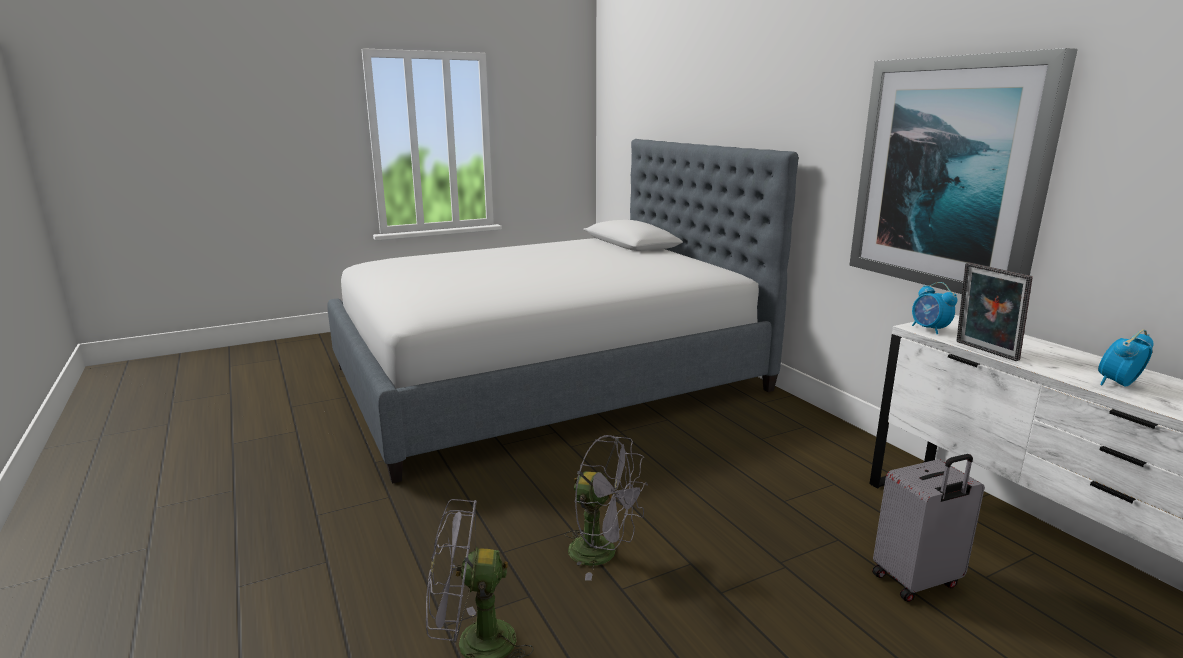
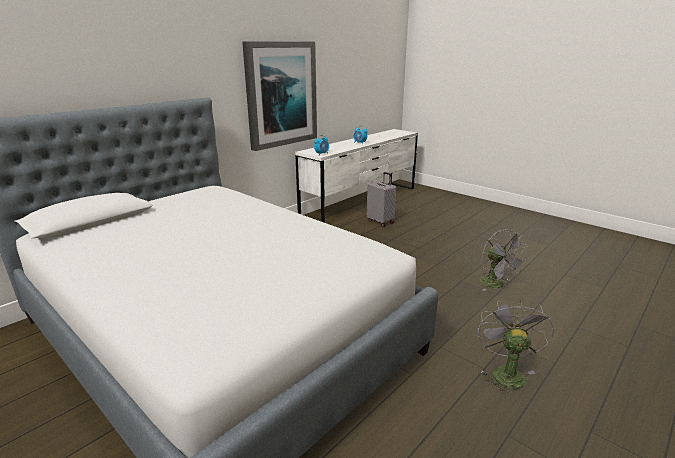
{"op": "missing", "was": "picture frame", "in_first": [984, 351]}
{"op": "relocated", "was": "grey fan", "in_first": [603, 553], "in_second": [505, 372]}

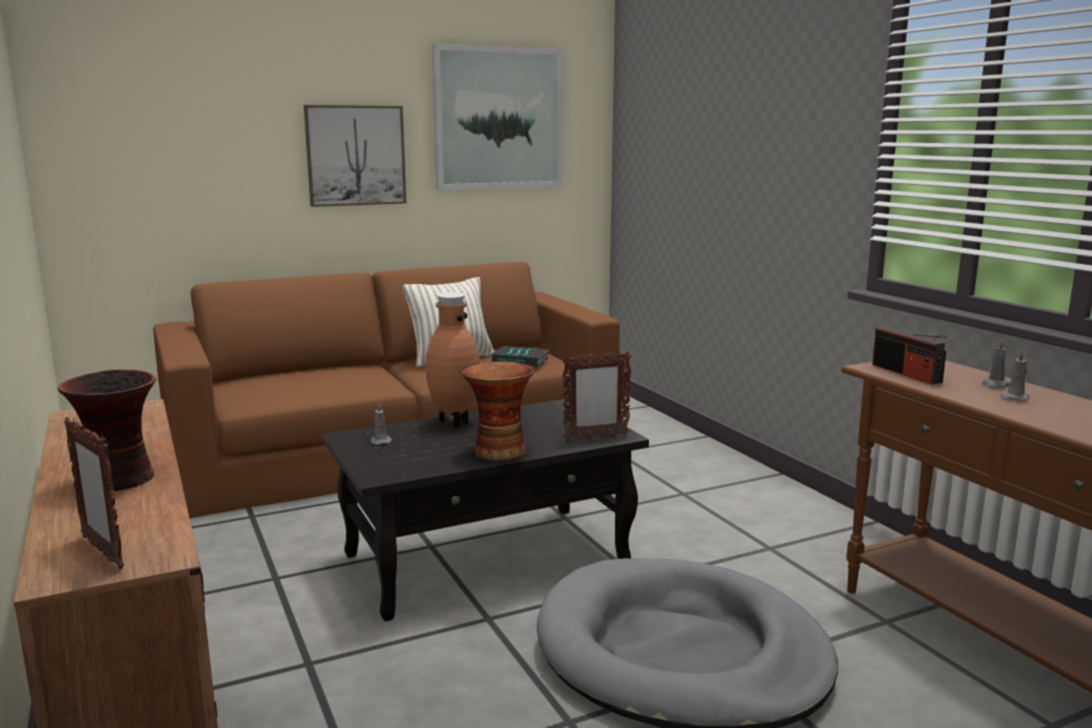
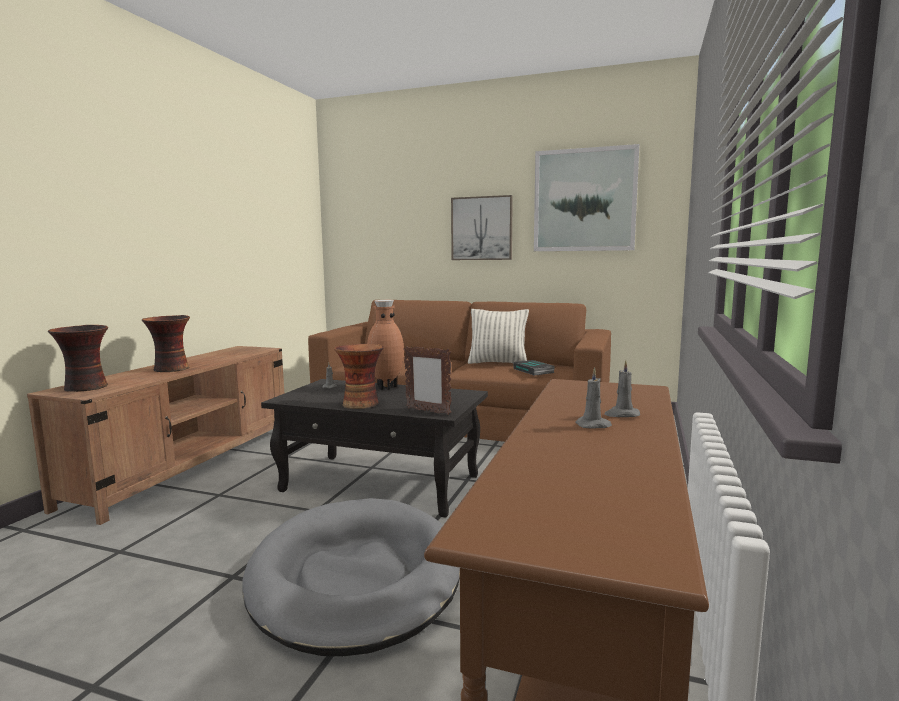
{"op": "missing", "was": "radio", "in_first": [906, 373]}
{"op": "exchanged", "was": "picture frame", "now": "vase", "in_first": [102, 552], "in_second": [86, 387]}

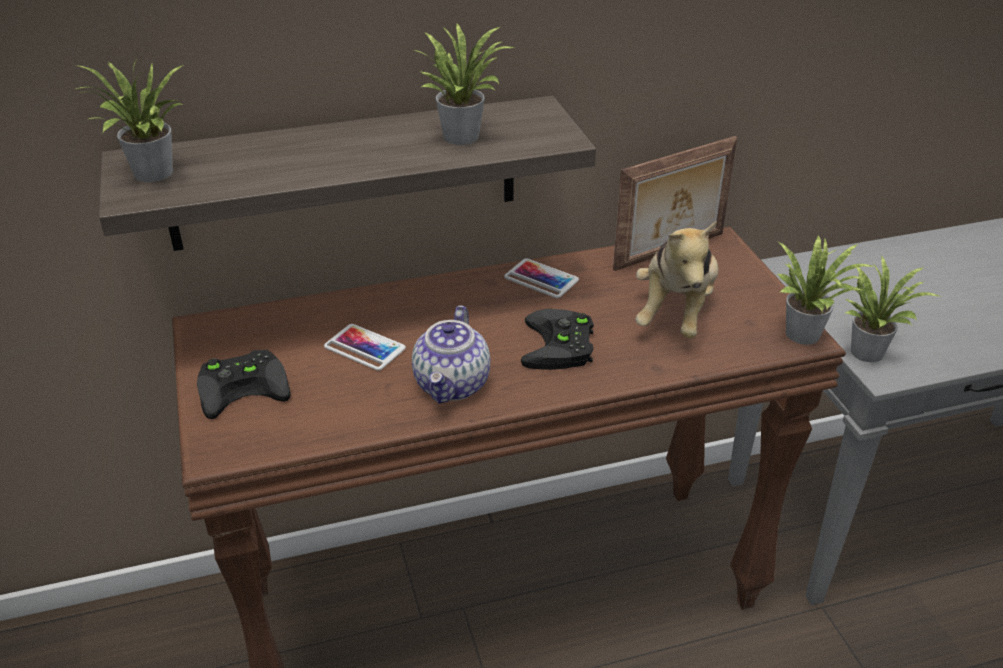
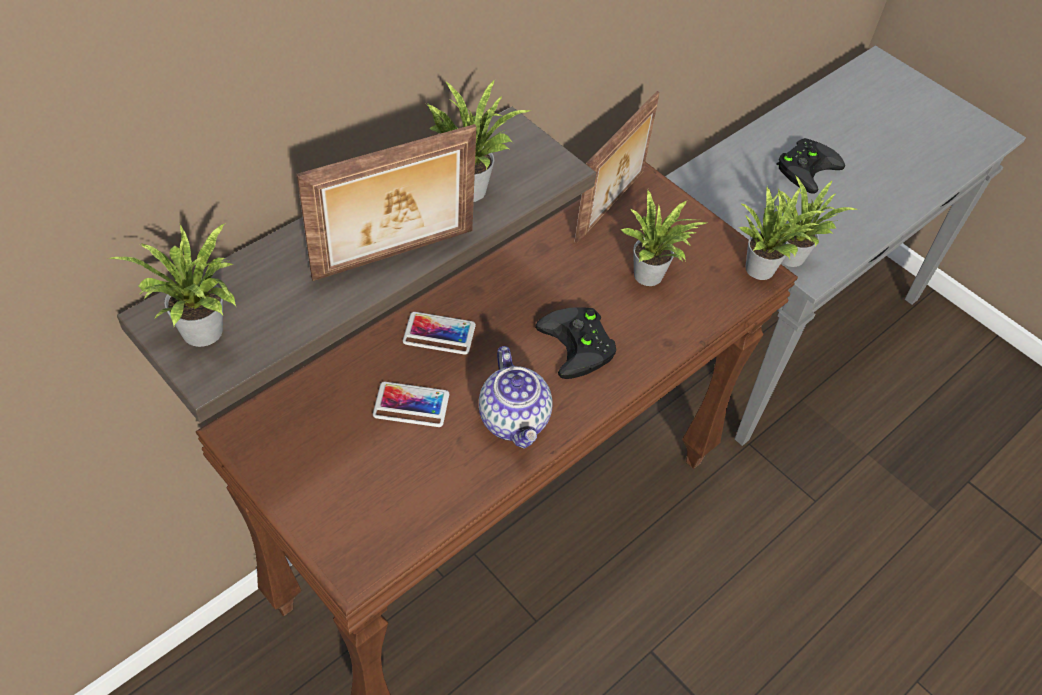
{"op": "appeared", "now": "picture frame", "in_second": [395, 256]}
{"op": "relocated", "was": "black game controller", "in_first": [245, 386], "in_second": [806, 166]}
{"op": "relocated", "was": "phone", "in_first": [541, 279], "in_second": [439, 333]}
{"op": "exchanged", "was": "plush toy", "now": "potted plant", "in_first": [676, 312], "in_second": [652, 276]}

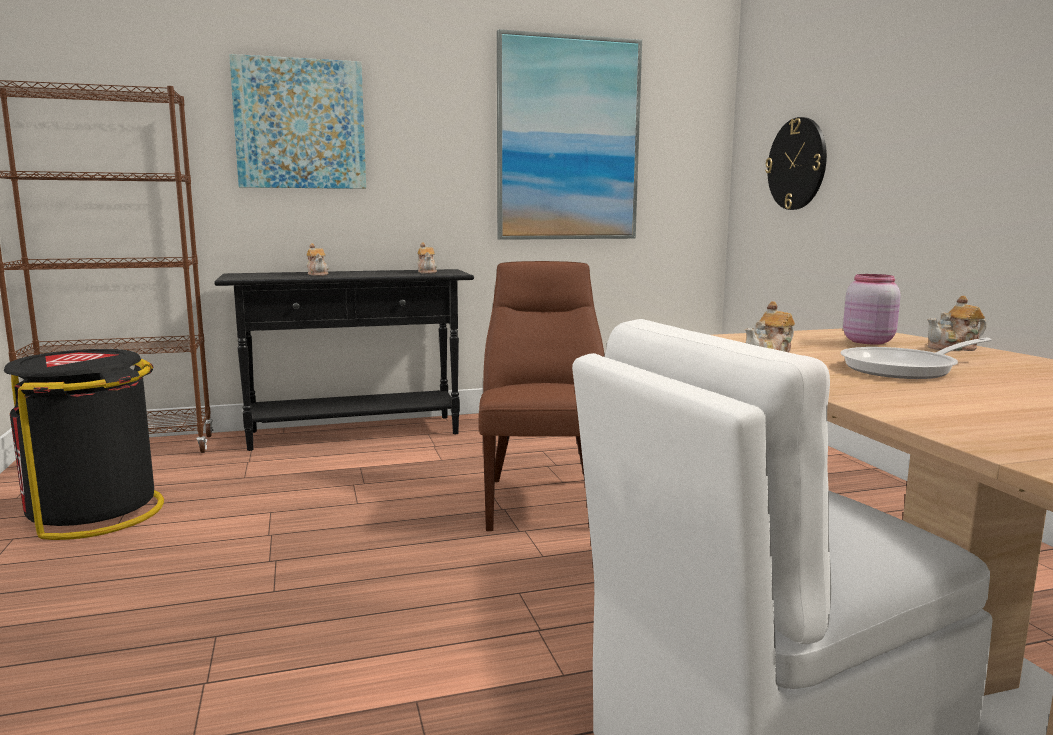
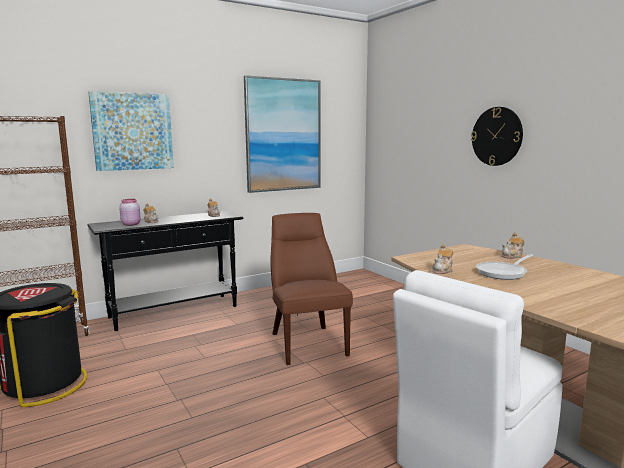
{"op": "relocated", "was": "wall clock", "in_first": [797, 164], "in_second": [496, 136]}
{"op": "relocated", "was": "pink jar", "in_first": [867, 341], "in_second": [131, 224]}

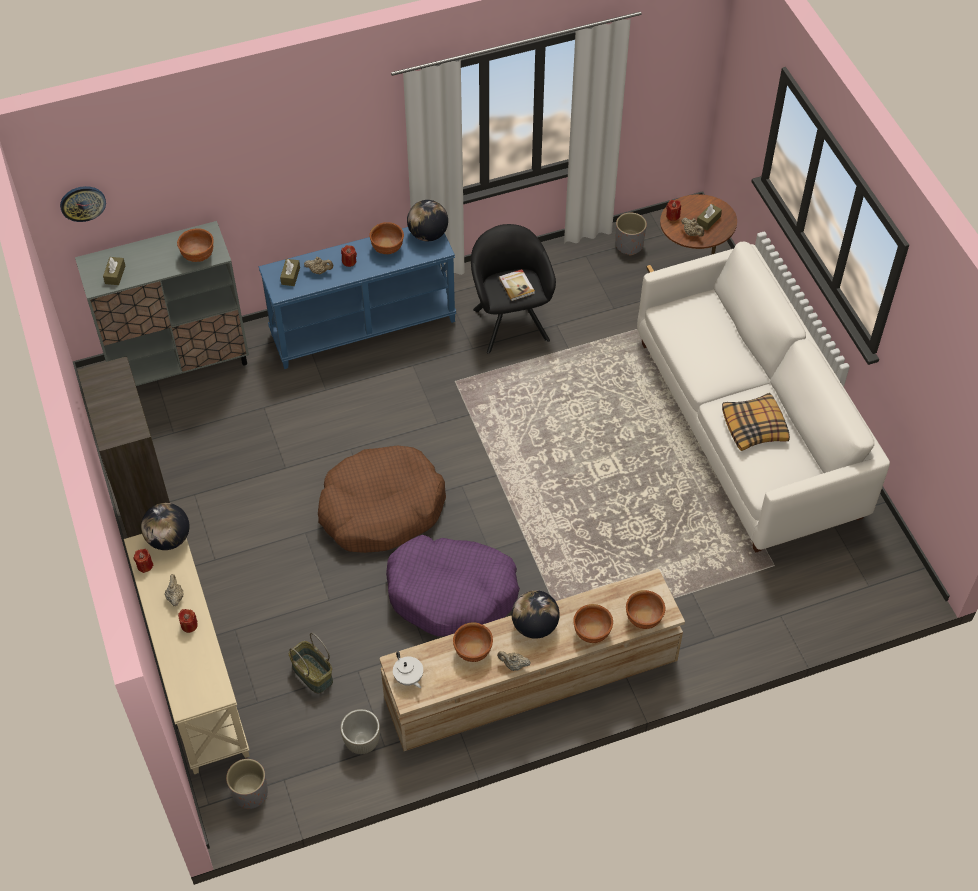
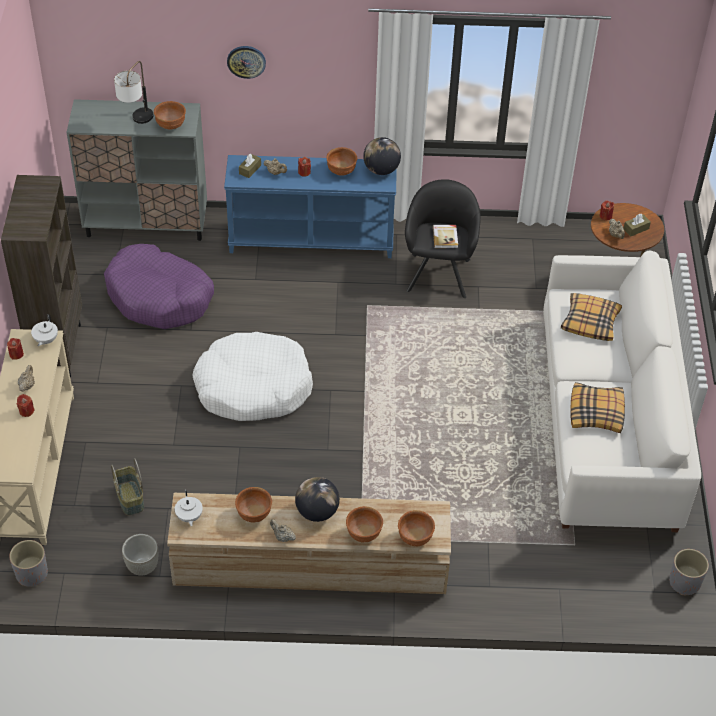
{"op": "missing", "was": "brown tissue box", "in_first": [115, 274]}
{"op": "appeared", "now": "table lamp", "in_second": [137, 123]}
{"op": "appeared", "now": "pillow", "in_second": [590, 322]}
{"op": "relocated", "was": "wall clock", "in_first": [82, 203], "in_second": [246, 61]}
{"op": "relocated", "was": "purple dog bed", "in_first": [452, 593], "in_second": [159, 297]}
{"op": "relocated", "was": "grey planter", "in_first": [629, 245], "in_second": [684, 582]}
{"op": "exchanged", "was": "globe", "now": "white teapot", "in_first": [169, 539], "in_second": [45, 340]}
{"op": "colour", "was": "brown dog bed", "now": "white dog bed", "in_first": [381, 509], "in_second": [253, 387]}

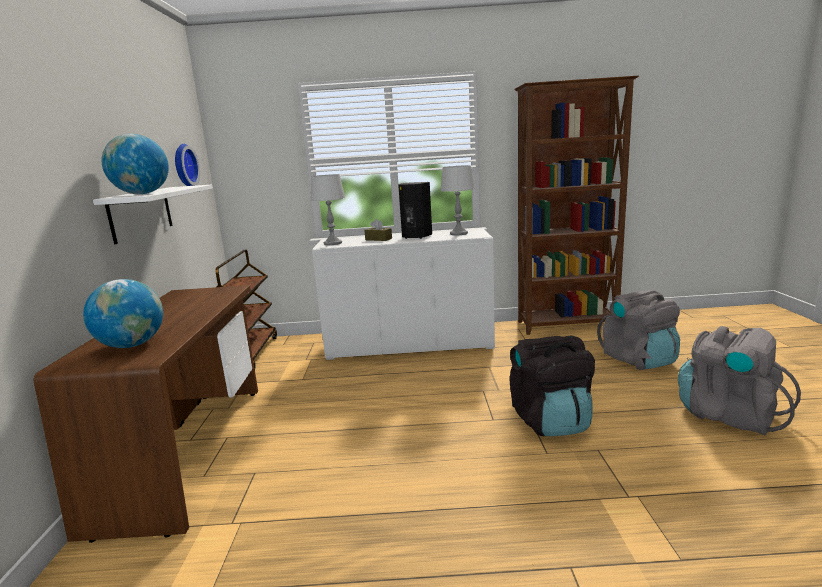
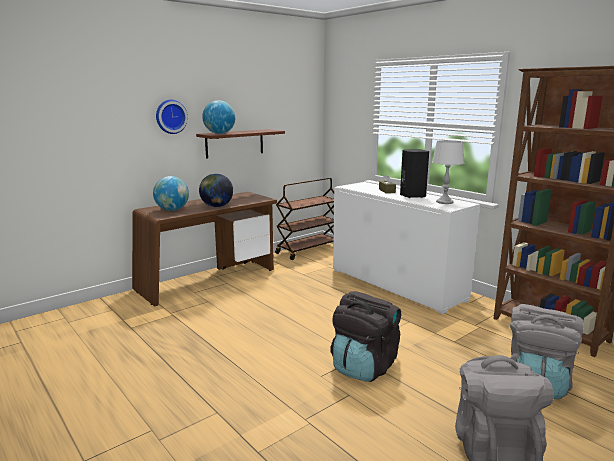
{"op": "missing", "was": "grey table lamp", "in_first": [333, 243]}
{"op": "appeared", "now": "globe", "in_second": [216, 206]}
{"op": "relocated", "was": "wall clock", "in_first": [183, 166], "in_second": [170, 116]}
{"op": "colour", "was": "white shelf", "now": "brown shelf", "in_first": [141, 213], "in_second": [234, 143]}

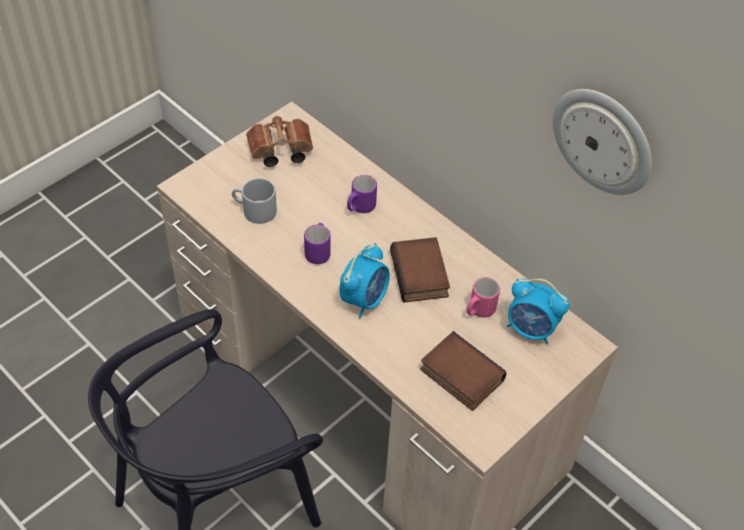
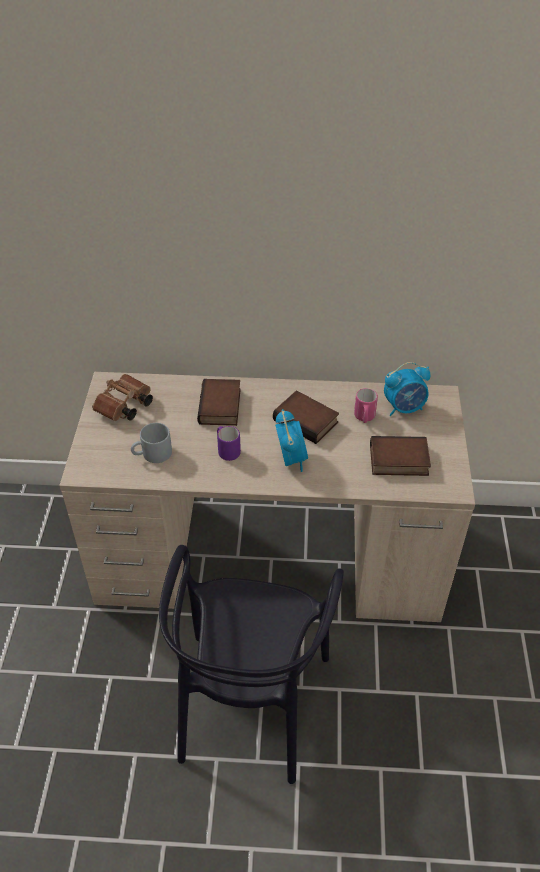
{"op": "missing", "was": "wall clock", "in_first": [603, 140]}
{"op": "exchanged", "was": "purple mug", "now": "book", "in_first": [360, 208], "in_second": [221, 407]}

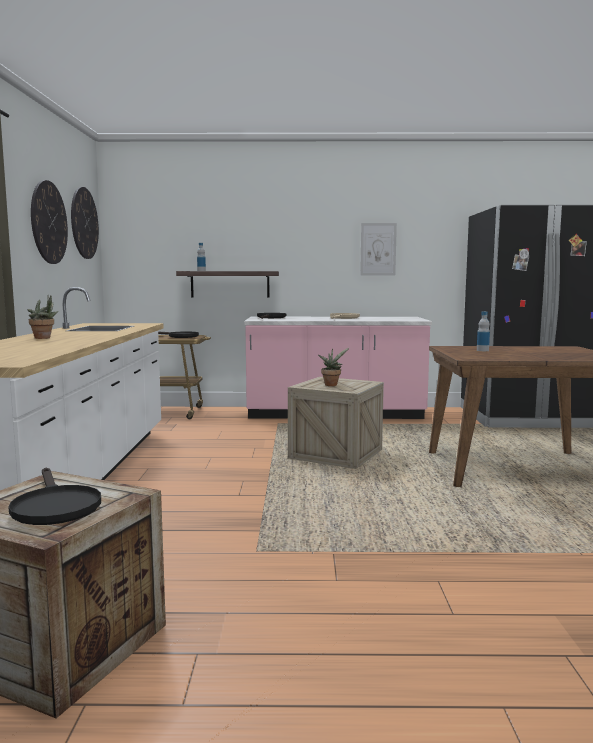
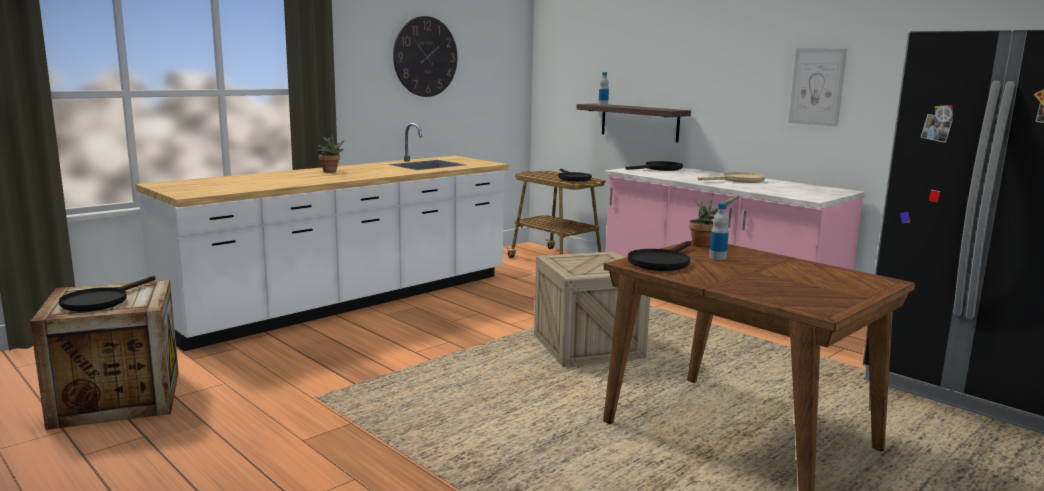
{"op": "missing", "was": "wall clock", "in_first": [84, 223]}
{"op": "appeared", "now": "black frying pan", "in_second": [661, 262]}
{"op": "relocated", "was": "potted plant", "in_first": [331, 384], "in_second": [704, 244]}

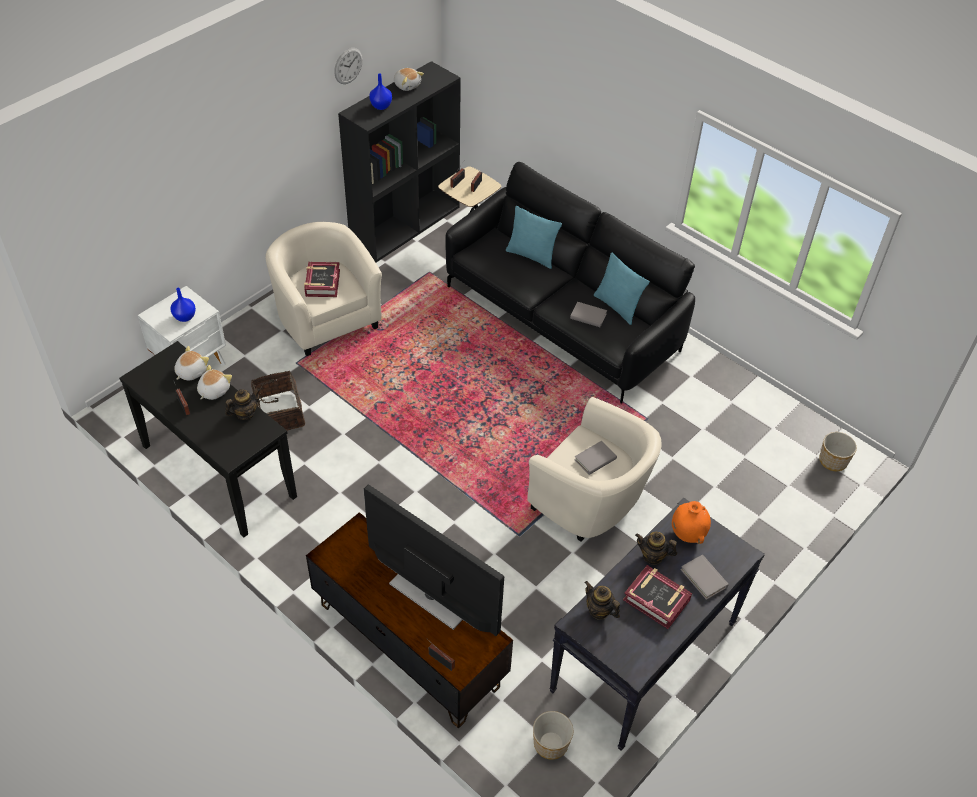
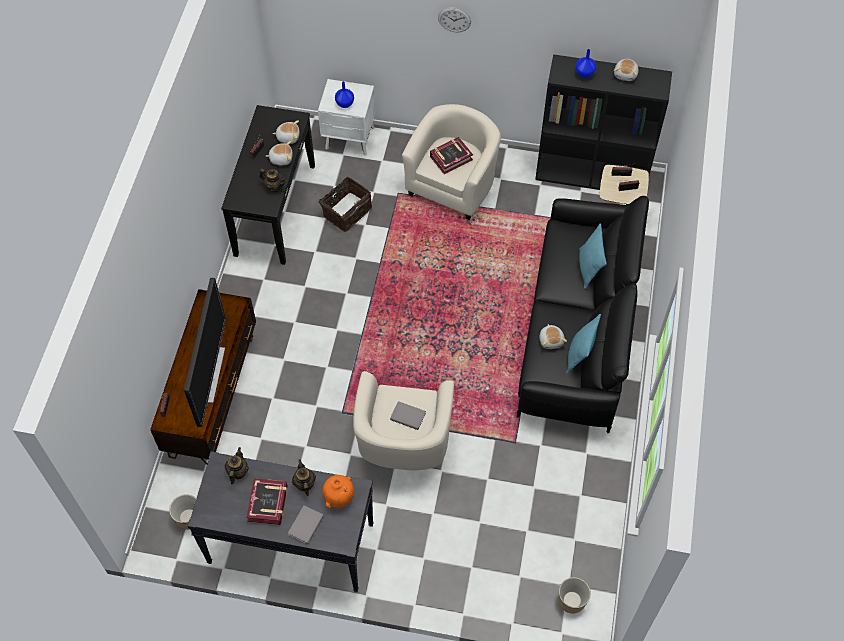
{"op": "relocated", "was": "wall clock", "in_first": [348, 66], "in_second": [454, 19]}
{"op": "exchanged", "was": "grey book", "now": "plush toy", "in_first": [588, 316], "in_second": [551, 340]}

